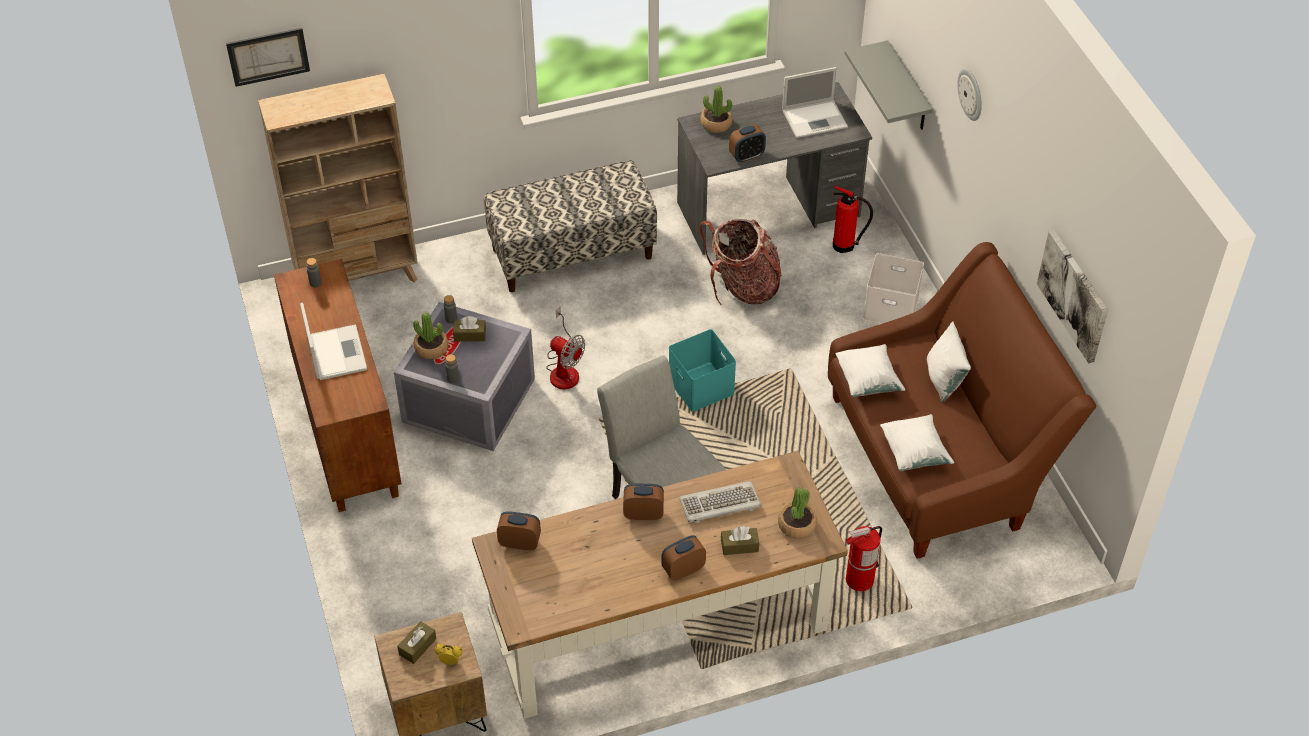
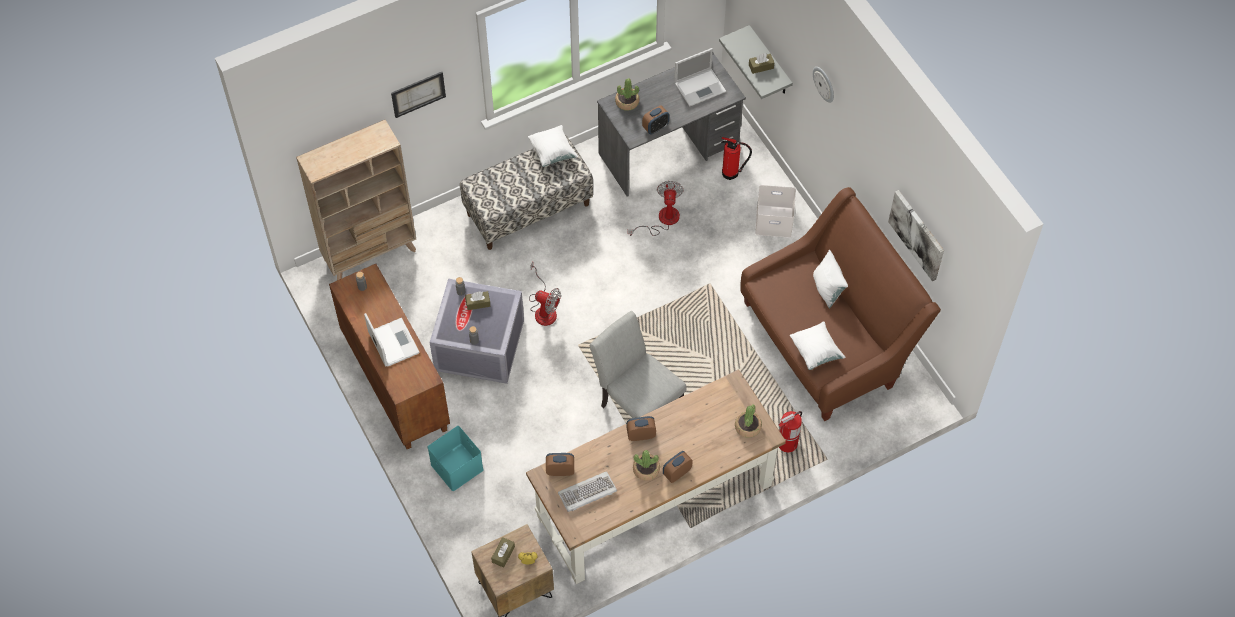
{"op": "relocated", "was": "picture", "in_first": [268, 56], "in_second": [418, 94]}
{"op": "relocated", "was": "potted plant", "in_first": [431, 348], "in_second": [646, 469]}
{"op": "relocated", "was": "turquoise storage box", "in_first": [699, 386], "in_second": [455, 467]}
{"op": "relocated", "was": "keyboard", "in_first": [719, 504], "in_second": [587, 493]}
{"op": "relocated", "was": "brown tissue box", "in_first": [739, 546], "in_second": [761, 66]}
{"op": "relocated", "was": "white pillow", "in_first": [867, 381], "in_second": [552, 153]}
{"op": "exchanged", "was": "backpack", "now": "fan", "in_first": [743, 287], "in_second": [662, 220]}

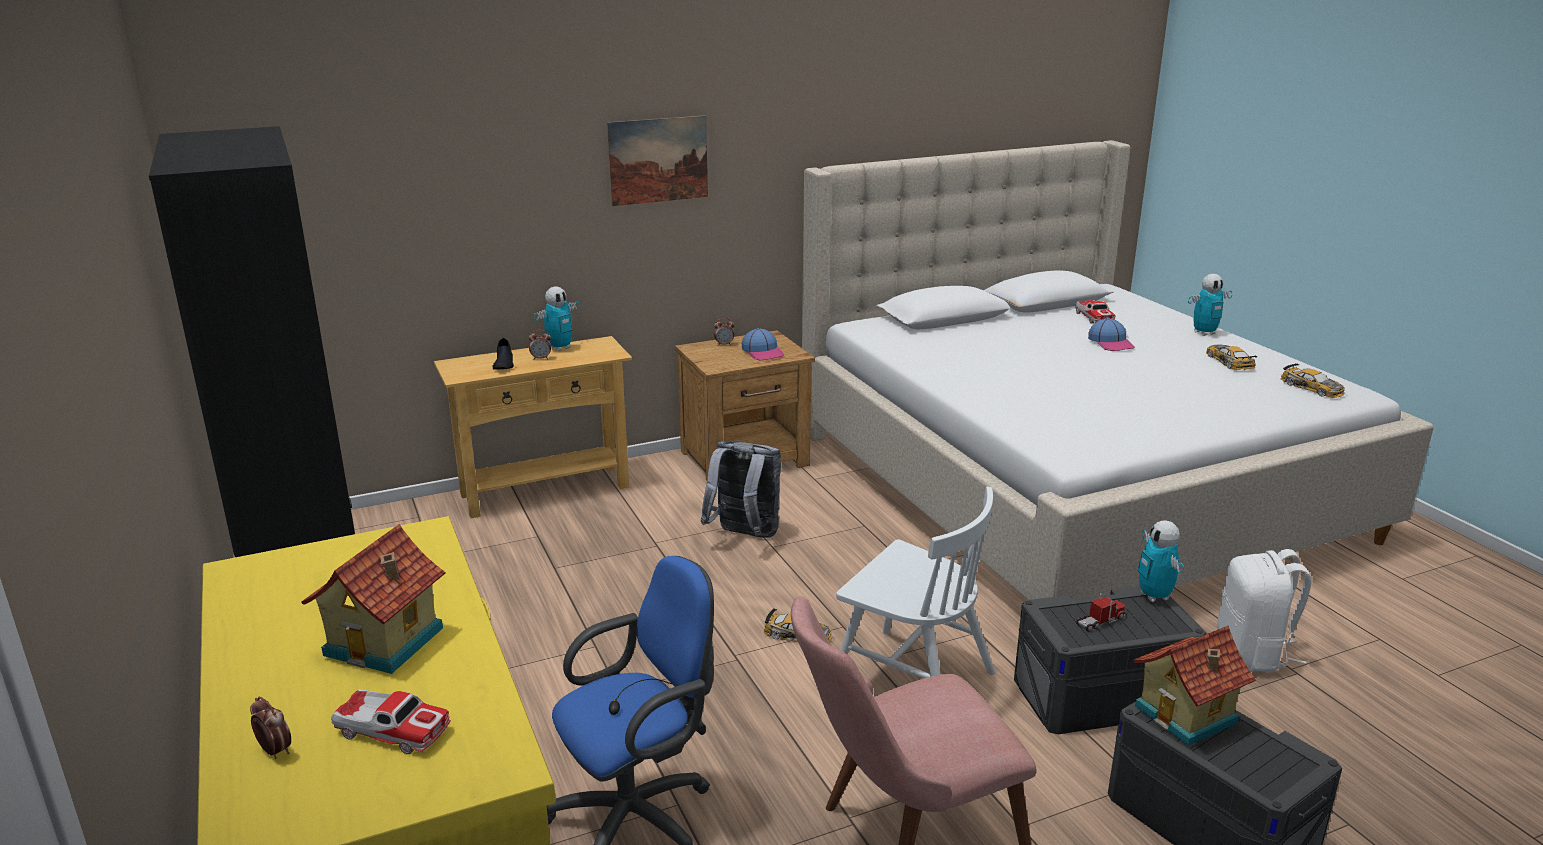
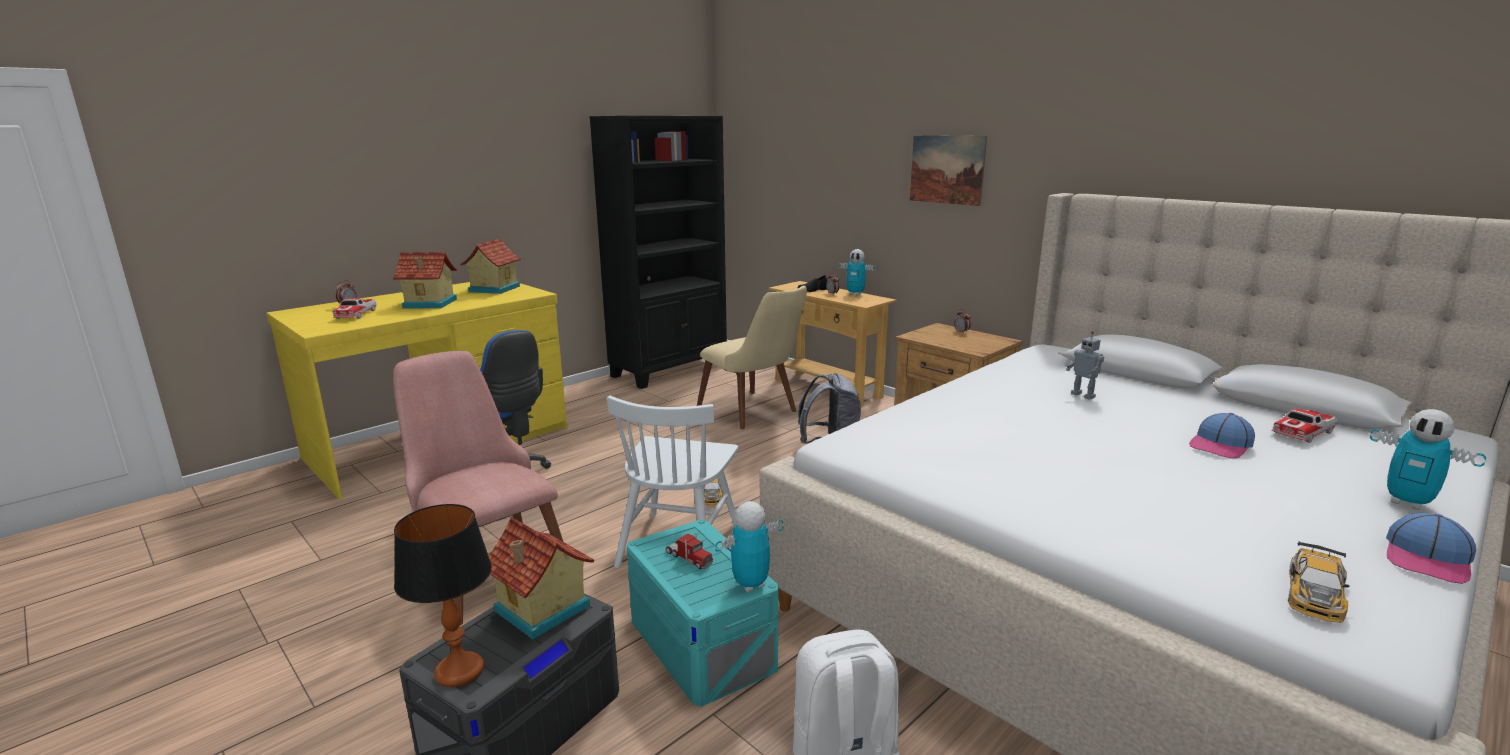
{"op": "missing", "was": "toy car", "in_first": [1229, 361]}
{"op": "appeared", "now": "table lamp", "in_second": [460, 670]}
{"op": "appeared", "now": "toy house", "in_second": [493, 289]}
{"op": "appeared", "now": "beige chair", "in_second": [755, 413]}
{"op": "appeared", "now": "toy robot", "in_second": [1083, 395]}
{"op": "relocated", "was": "cap", "in_first": [763, 352], "in_second": [1427, 559]}
{"op": "colour", "was": "grey storage box", "now": "turquoise storage box", "in_first": [1101, 695], "in_second": [701, 643]}

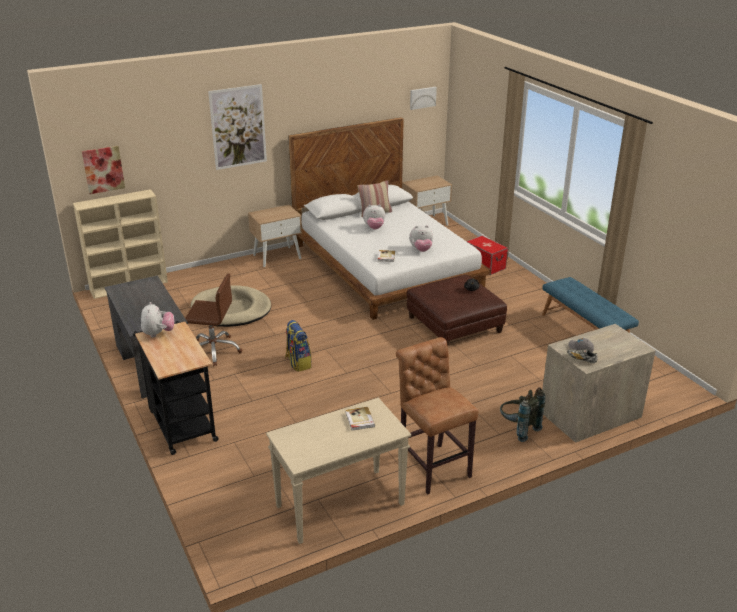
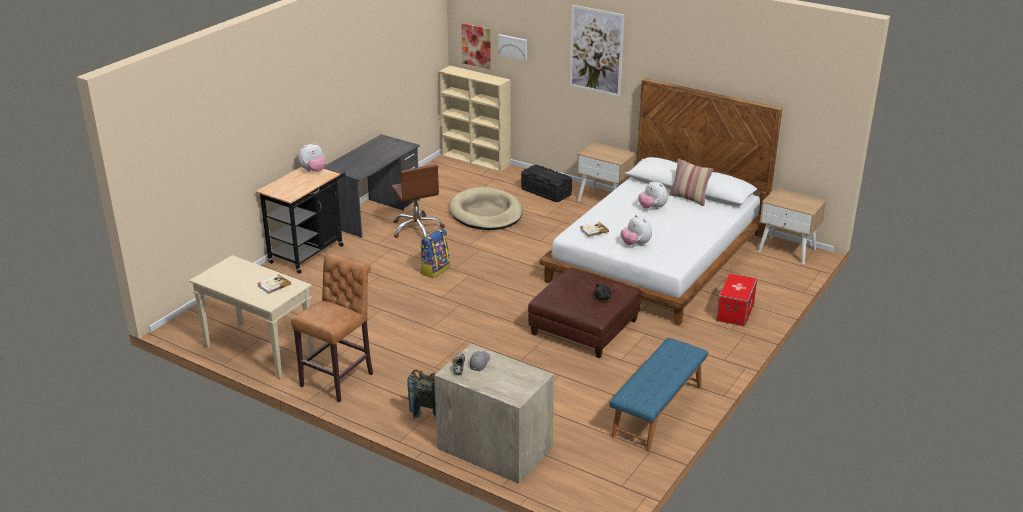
{"op": "appeared", "now": "black storage box", "in_second": [546, 192]}
{"op": "relocated", "was": "picture", "in_first": [422, 97], "in_second": [513, 47]}

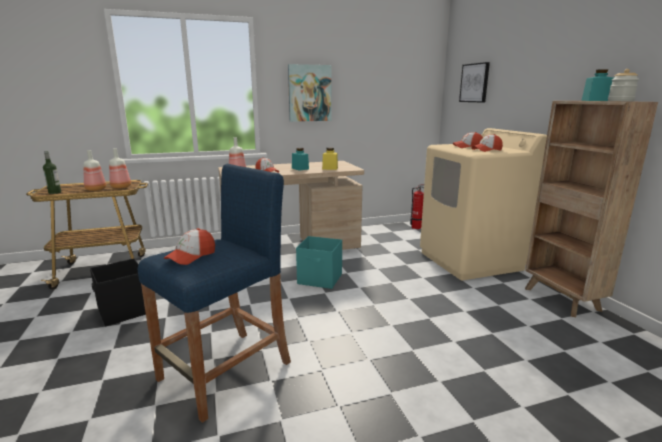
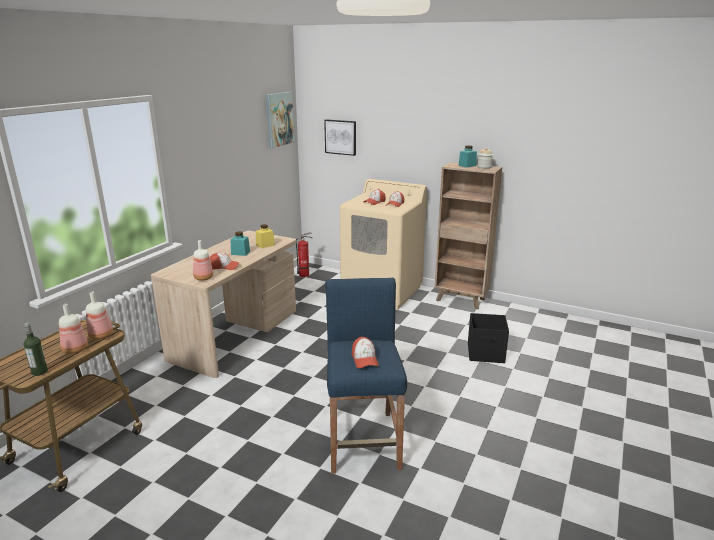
{"op": "missing", "was": "turquoise storage box", "in_first": [320, 279]}
{"op": "relocated", "was": "black storage box", "in_first": [123, 311], "in_second": [486, 354]}
{"op": "relocated", "was": "picture", "in_first": [309, 93], "in_second": [279, 119]}

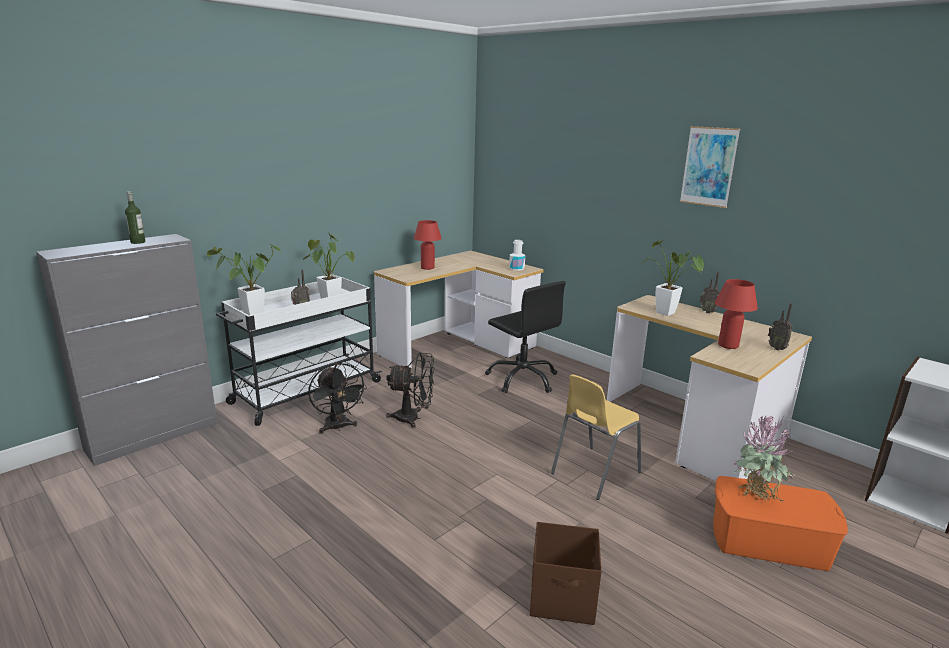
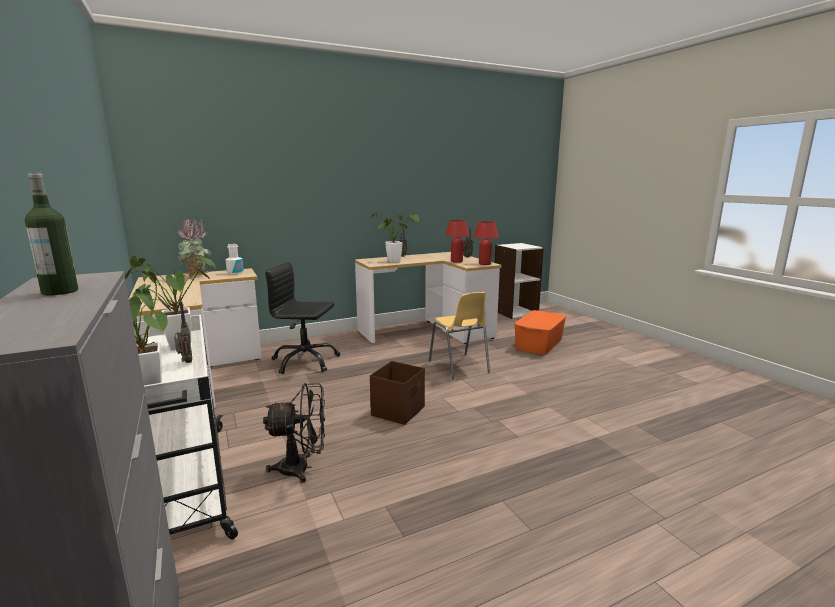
{"op": "missing", "was": "black fan", "in_first": [413, 418]}
{"op": "missing", "was": "picture", "in_first": [709, 166]}
{"op": "relocated", "was": "red table lamp", "in_first": [427, 268], "in_second": [484, 264]}
{"op": "relocated", "was": "brown storage box", "in_first": [563, 598], "in_second": [399, 411]}
{"op": "relocated", "was": "potted plant", "in_first": [756, 500], "in_second": [197, 276]}
{"op": "spun", "was": "black office chair", "in_first": [522, 378], "in_second": [305, 361], "clockwise": -150}

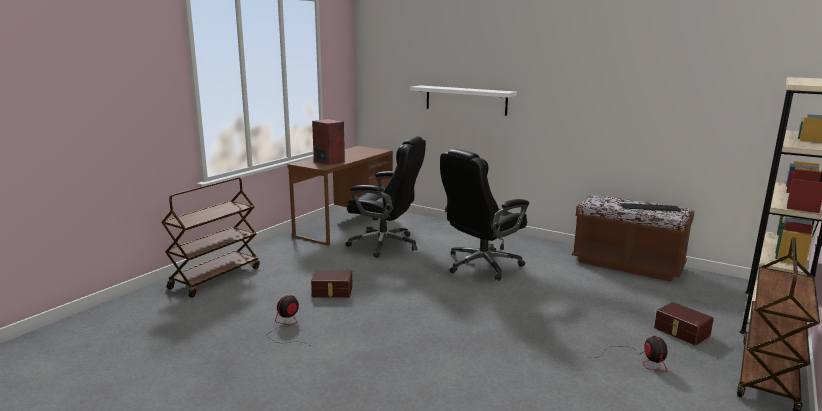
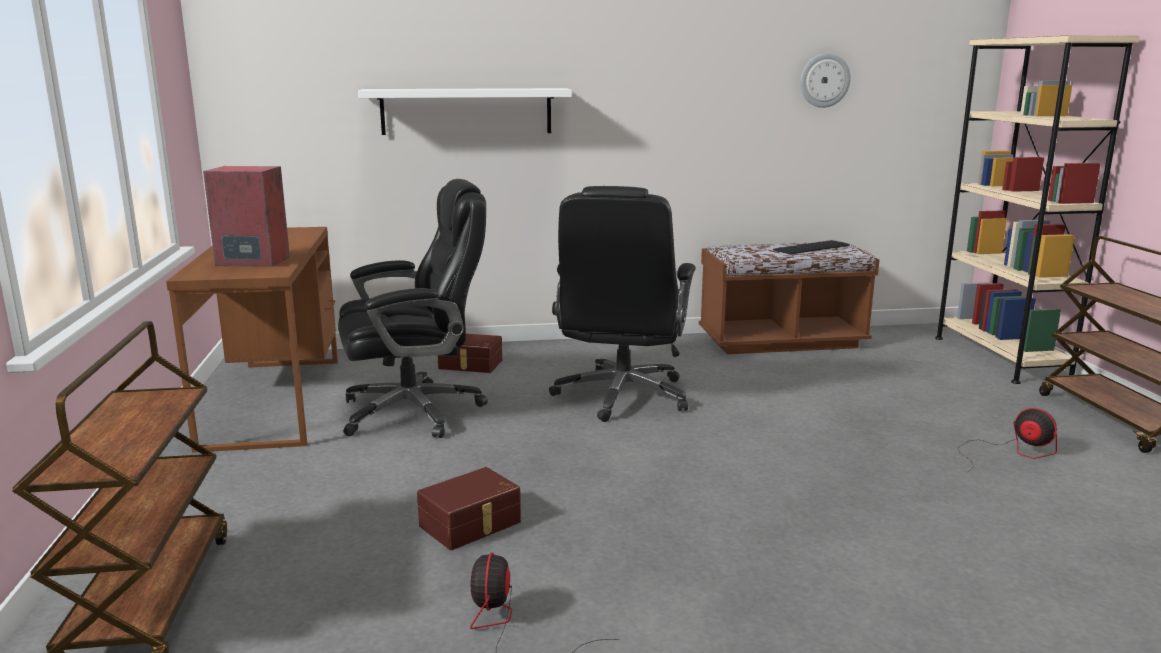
{"op": "appeared", "now": "wall clock", "in_second": [824, 80]}
{"op": "relocated", "was": "brown storage box", "in_first": [681, 332], "in_second": [470, 365]}

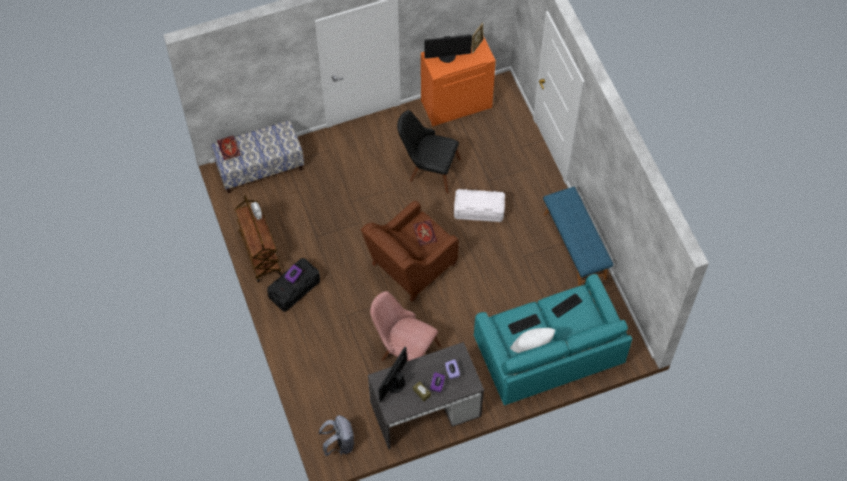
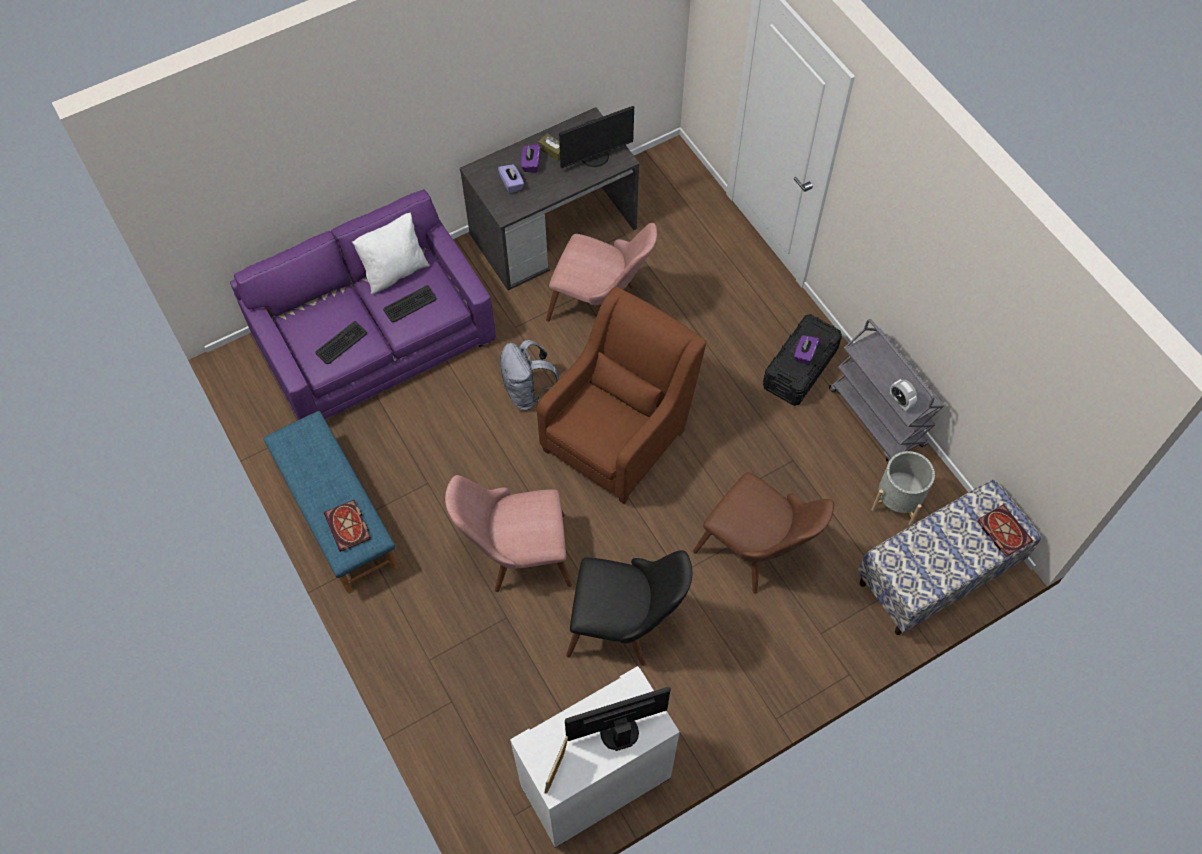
{"op": "appeared", "now": "brown chair", "in_second": [757, 552]}
{"op": "appeared", "now": "grey planter", "in_second": [897, 500]}
{"op": "relocated", "was": "grey backpack", "in_first": [339, 444], "in_second": [528, 392]}
{"op": "relocated", "was": "book", "in_first": [424, 233], "in_second": [349, 527]}
{"op": "exchanged", "was": "white storage box", "now": "pink chair", "in_first": [479, 210], "in_second": [516, 555]}
{"op": "colour", "was": "brown cart", "now": "grey cart", "in_first": [260, 253], "in_second": [877, 418]}
{"op": "colour", "was": "orange cabinet", "now": "white cabinet", "in_first": [456, 104], "in_second": [595, 783]}
{"op": "colour", "was": "turquoise sofa", "now": "purple sofa", "in_first": [548, 351], "in_second": [374, 337]}
{"op": "spun", "was": "monitor", "in_first": [395, 383], "in_second": [595, 157], "clockwise": 45}

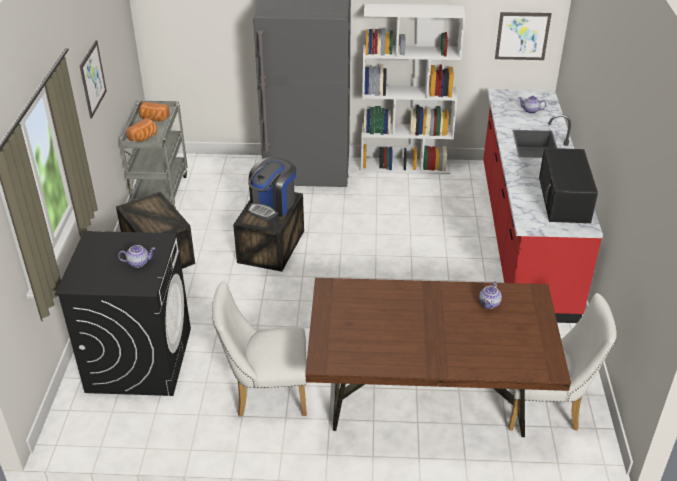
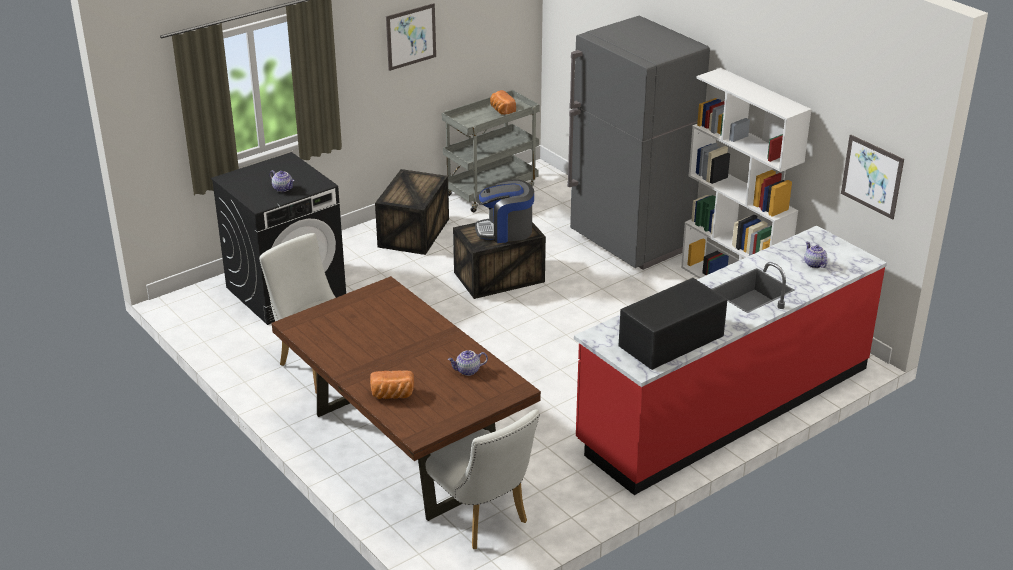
{"op": "relocated", "was": "bread", "in_first": [144, 138], "in_second": [392, 395]}

